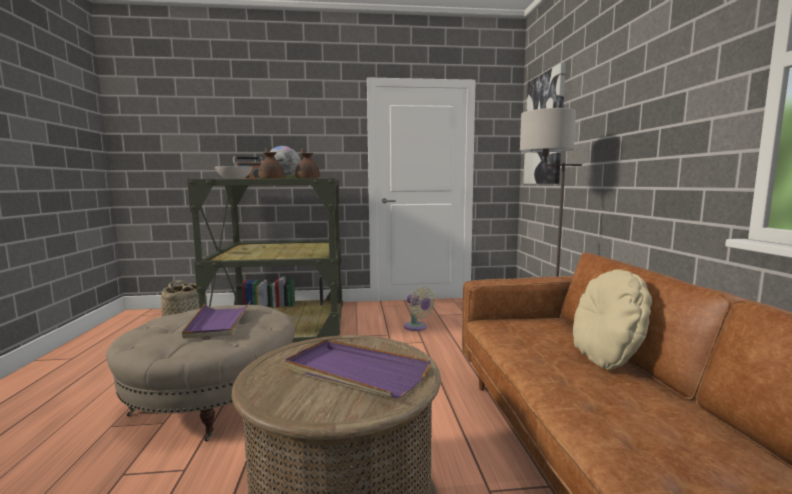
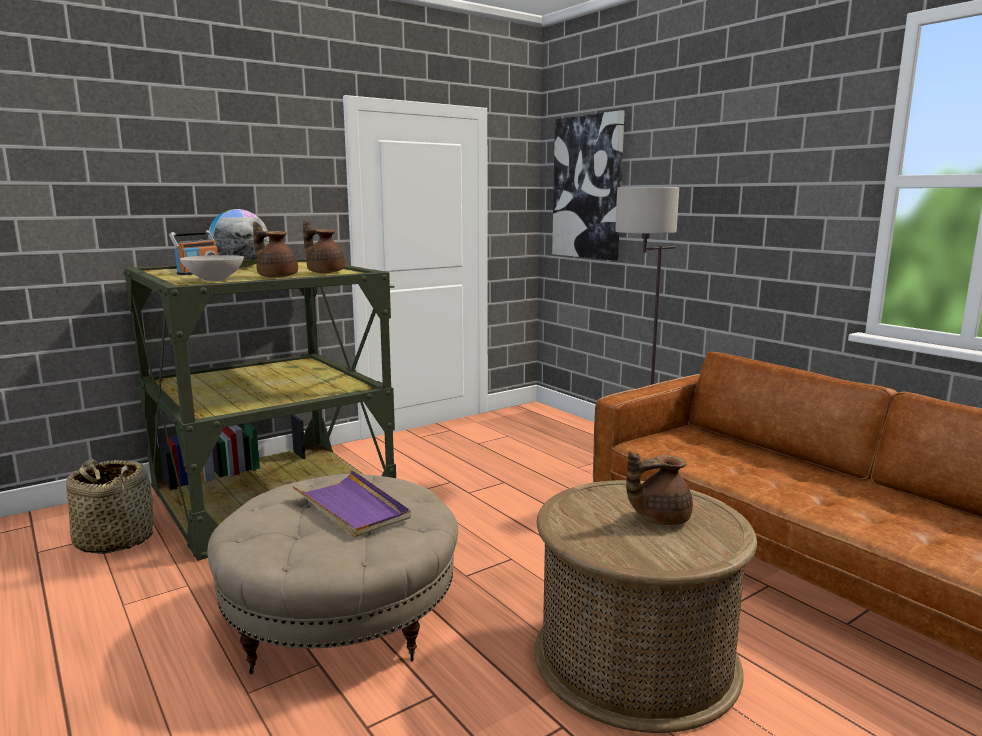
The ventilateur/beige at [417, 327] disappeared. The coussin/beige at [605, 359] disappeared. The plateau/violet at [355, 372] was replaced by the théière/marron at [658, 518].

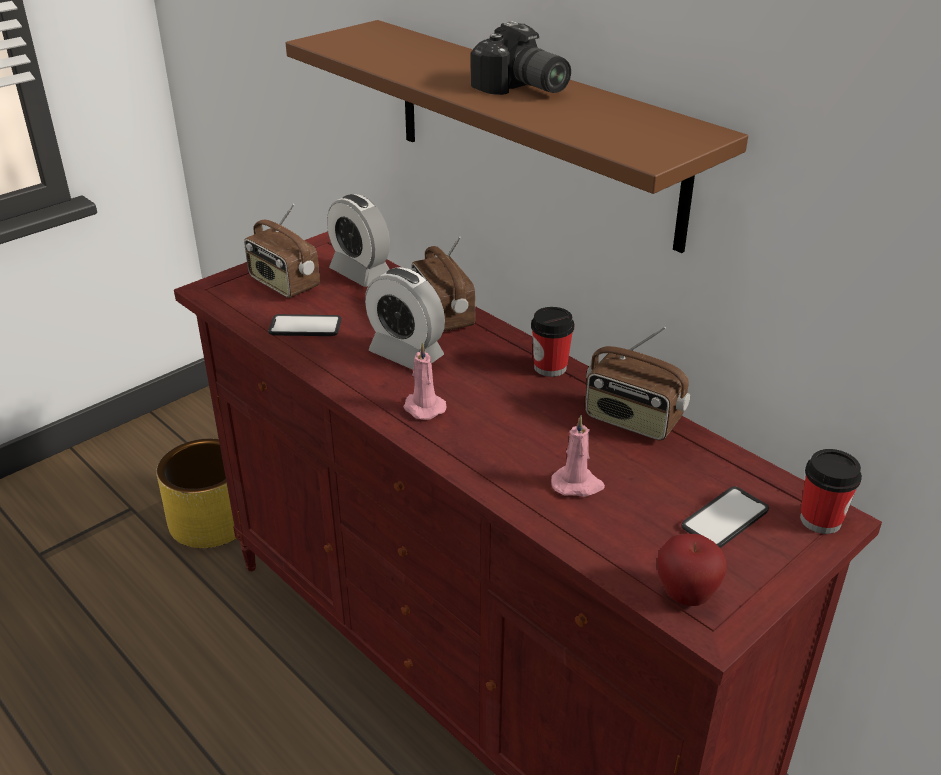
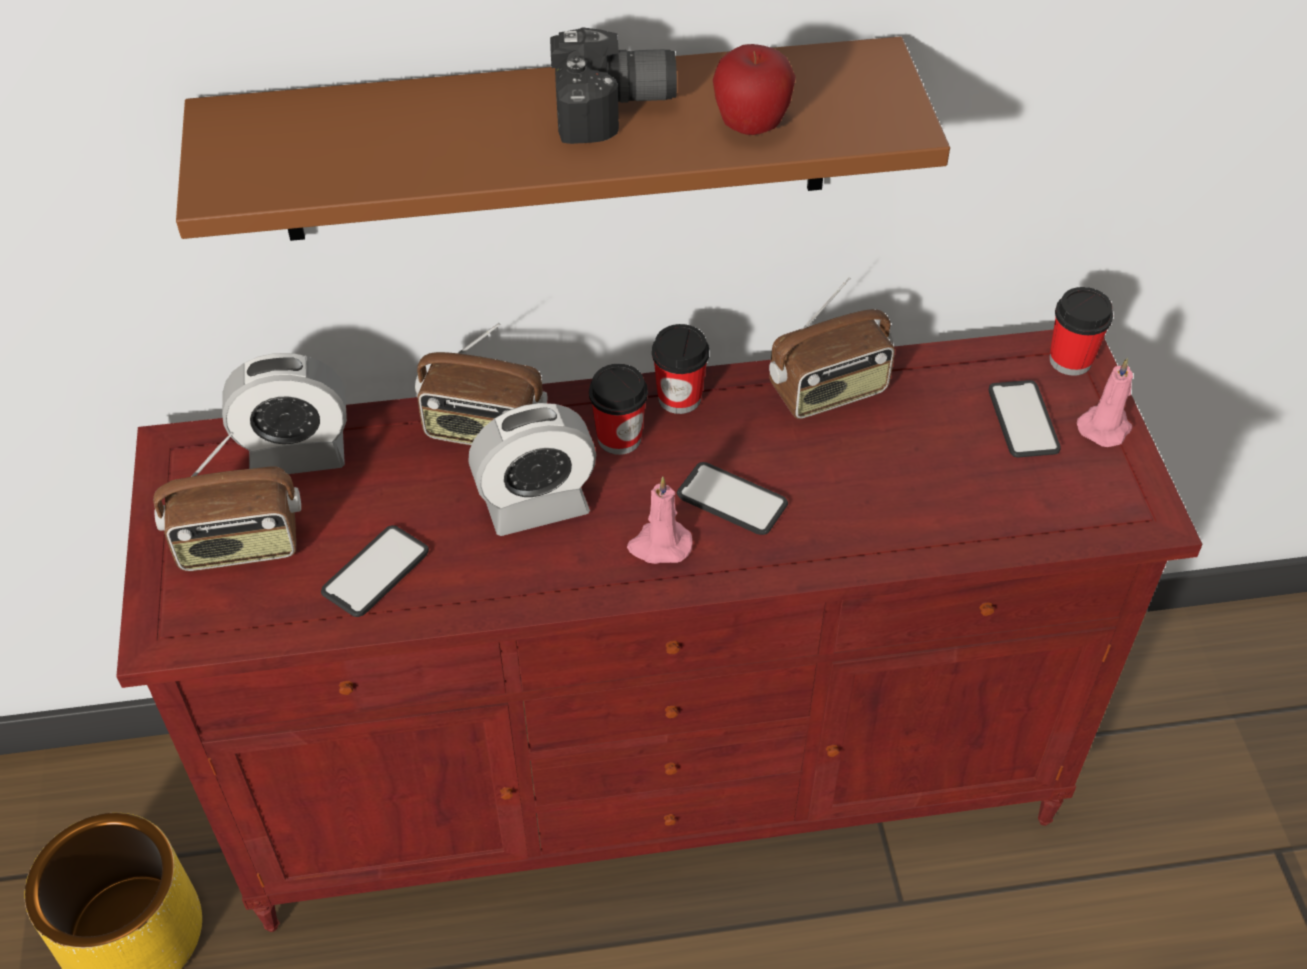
The tasse at [619, 438] appeared. The téléphone at [732, 500] appeared. The bougie/rose moved from [577, 484] to [1105, 426]. The pomme moved from [686, 596] to [751, 127].

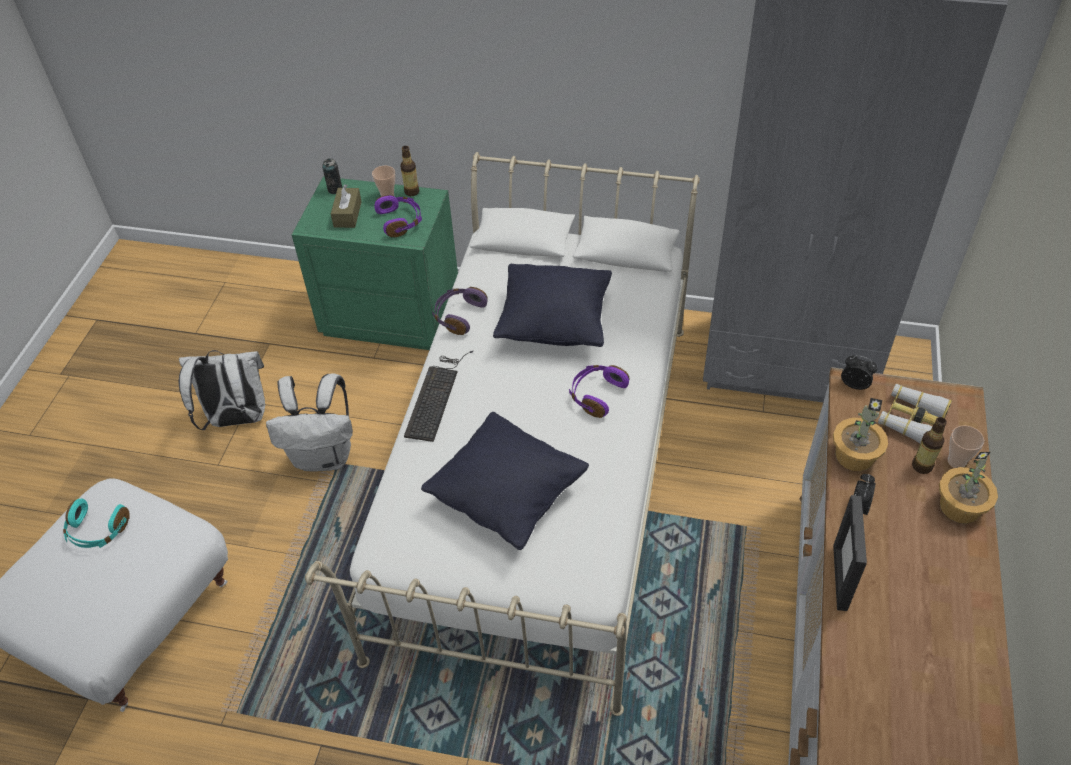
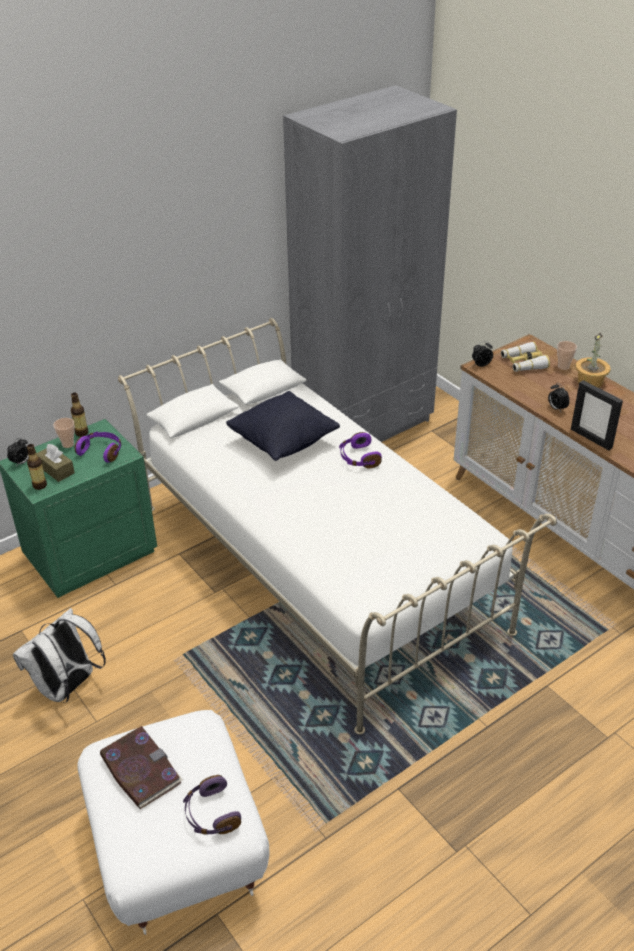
The sac à dos/blanc at [324, 456] disappeared. The clavier at [436, 395] disappeared. The coussin/noir at [507, 497] disappeared. The plante en pot at [854, 455] disappeared. The casque audio/violet moved from [458, 316] to [211, 814]. The bouteille moved from [922, 466] to [40, 485]. The casque audio/turquoise at [97, 531] was replaced by the livre at [140, 769]. The boîte métallique at [335, 189] was replaced by the réveil at [21, 462].

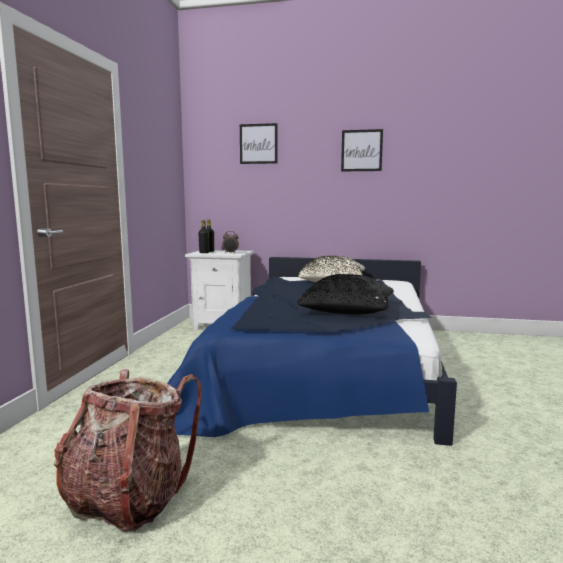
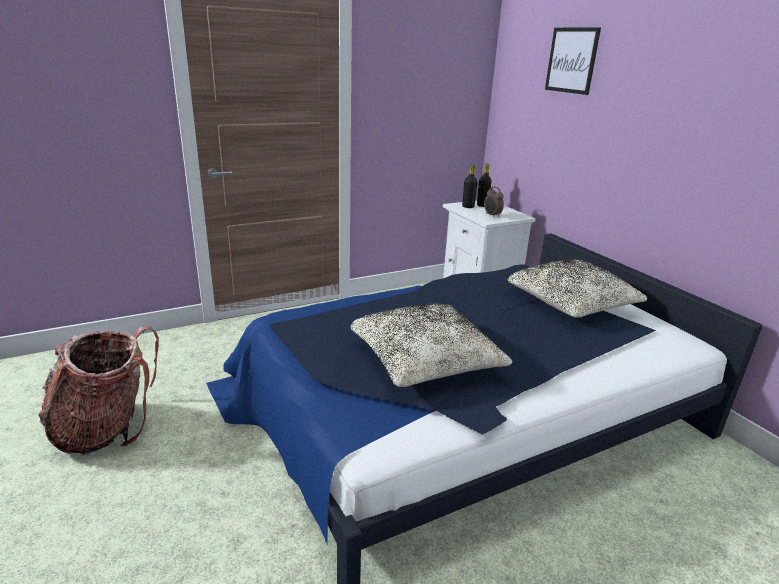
The tableau at [361, 150] disappeared. The coussin/noir at [347, 309] became the coussin/beige at [425, 359].

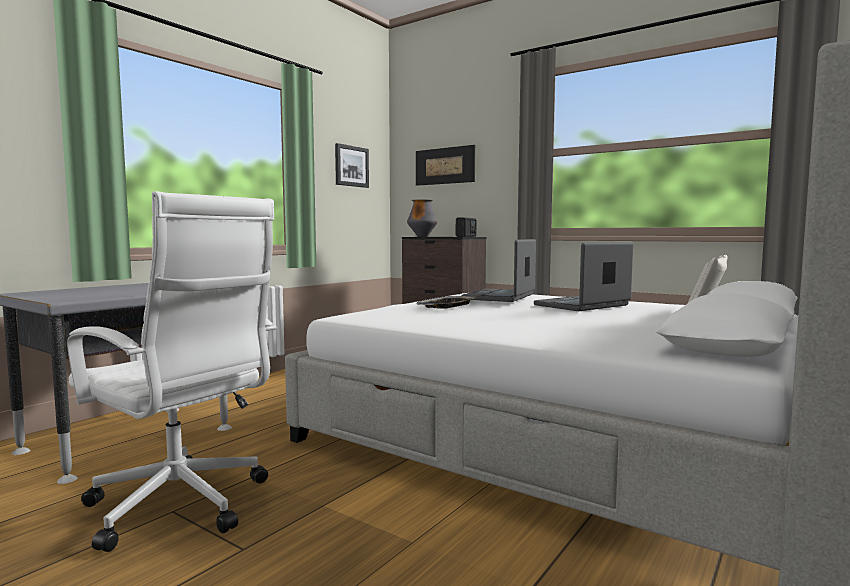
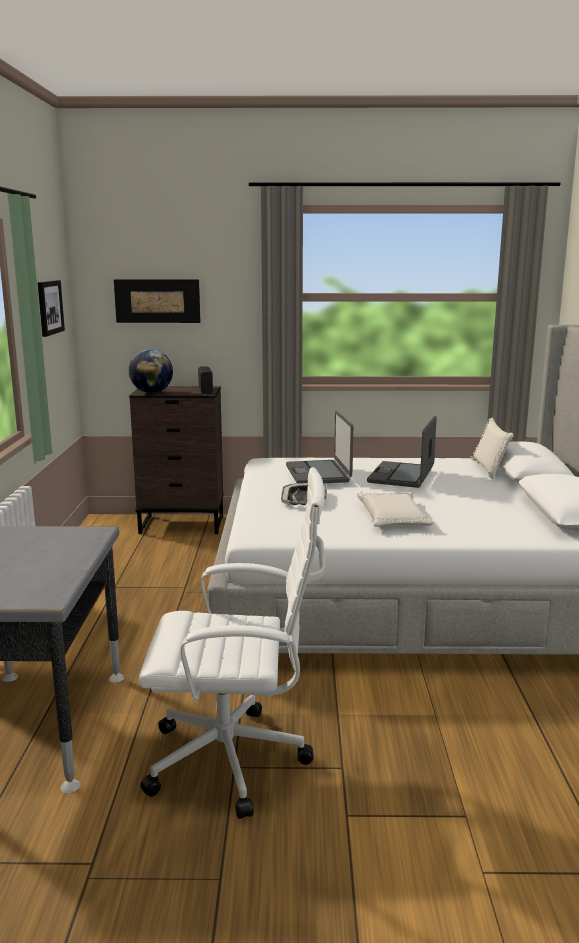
The coussin/blanc at [393, 516] appeared. The vase at [422, 236] was replaced by the globe at [151, 392].

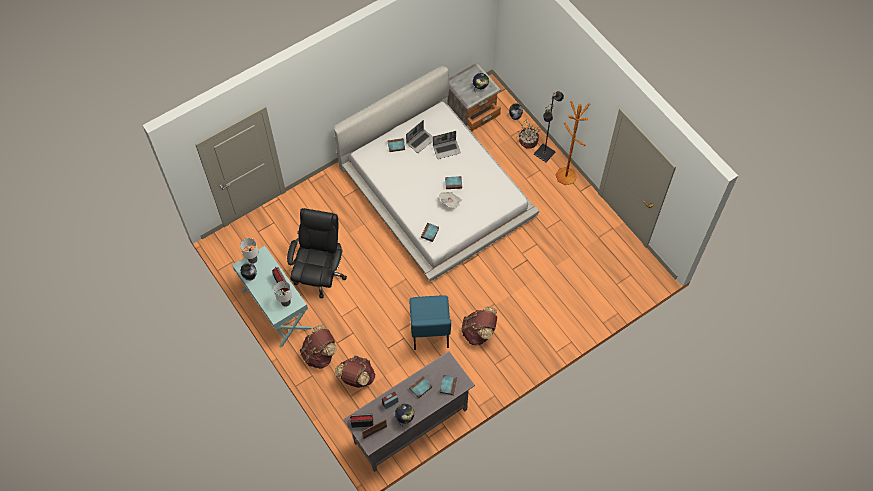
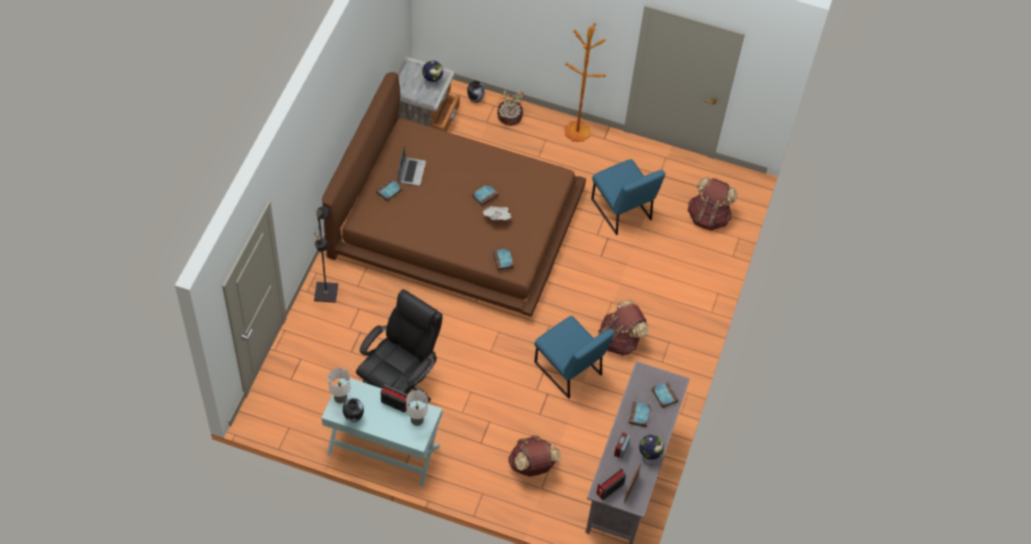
The ordinateur portable at [447, 149] disappeared. The chaise/bleu at [622, 211] appeared. The sac à dos/marron moved from [319, 354] to [708, 217]. The lampadaire/noir moved from [544, 153] to [326, 292]. The lit/blanc at [436, 192] became the lit/marron at [456, 223]. The chaise de bureau/noir at [320, 274] turned 60 degrees clockwise.

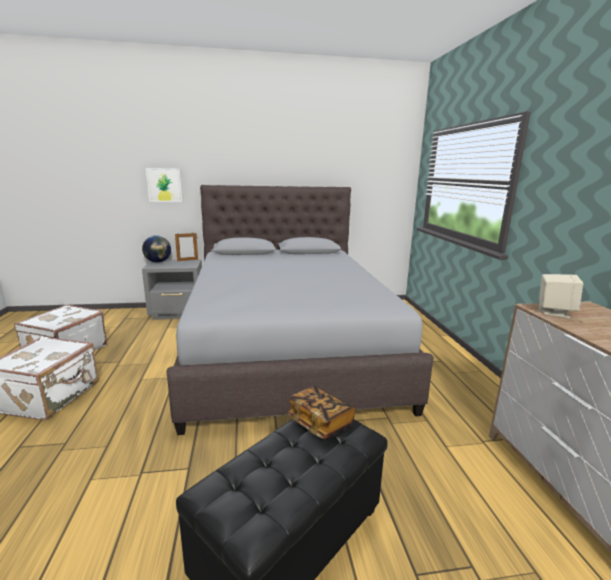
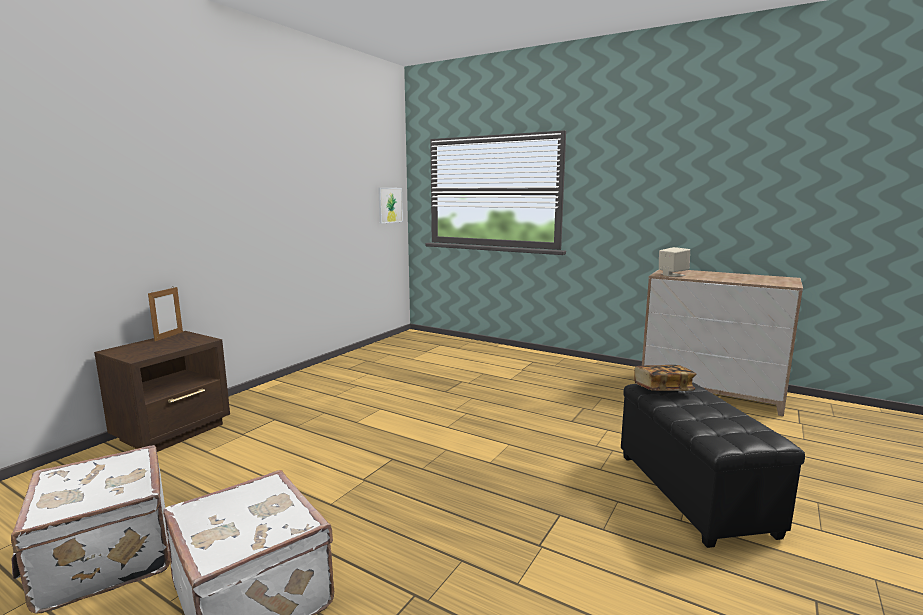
The globe at [158, 262] disappeared. The lit/gris at [287, 346] disappeared. The tableau moved from [164, 185] to [390, 205]. The table de chevet/gris at [178, 313] became the table de chevet/marron at [174, 432].

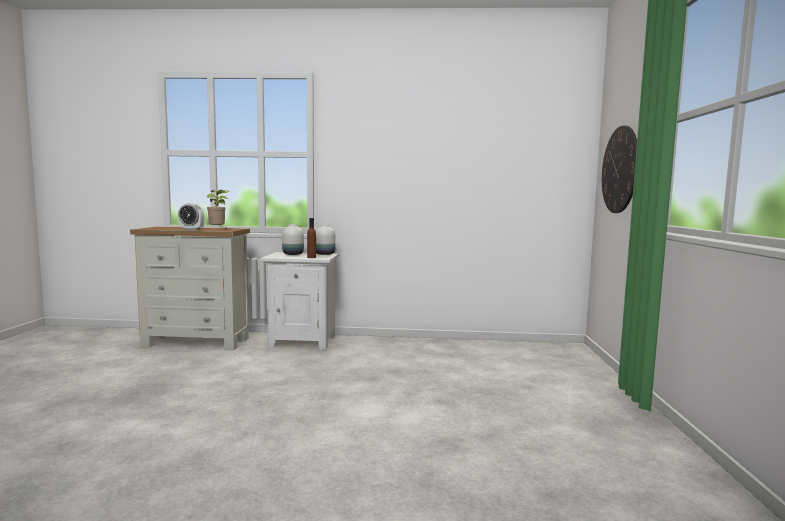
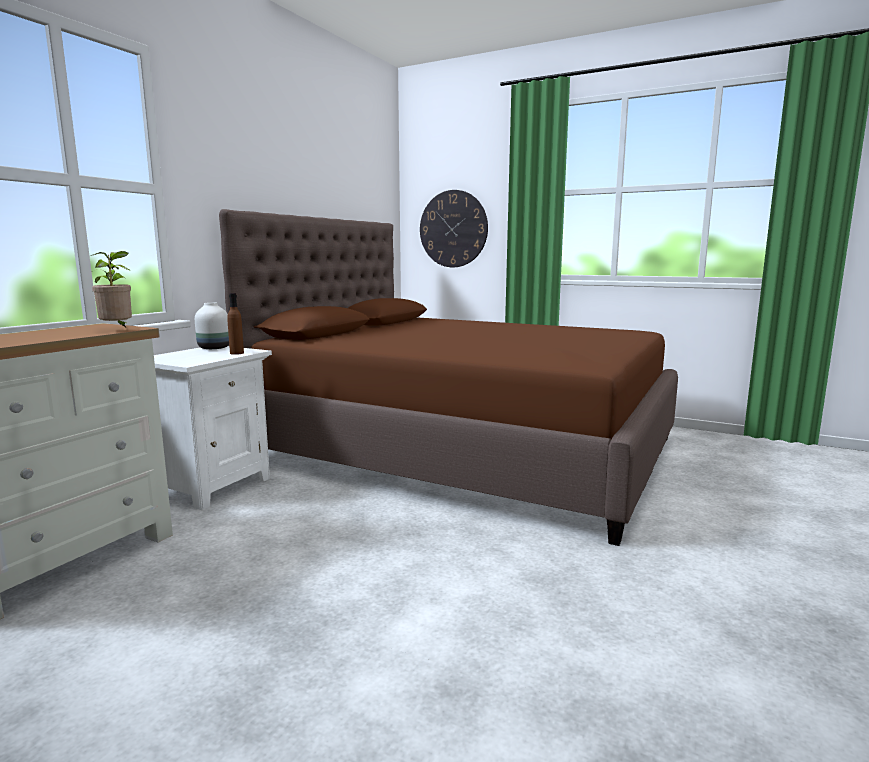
The réveil at [191, 230] disappeared. The vase/blanc at [293, 254] disappeared. The lit/marron at [465, 448] appeared.

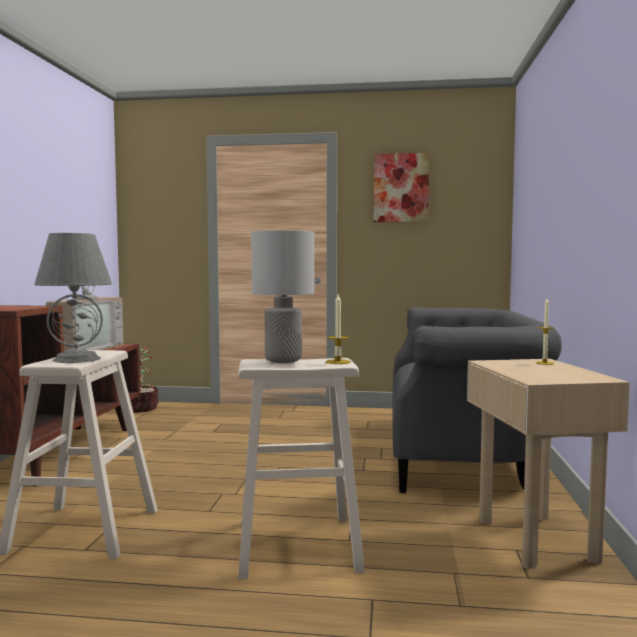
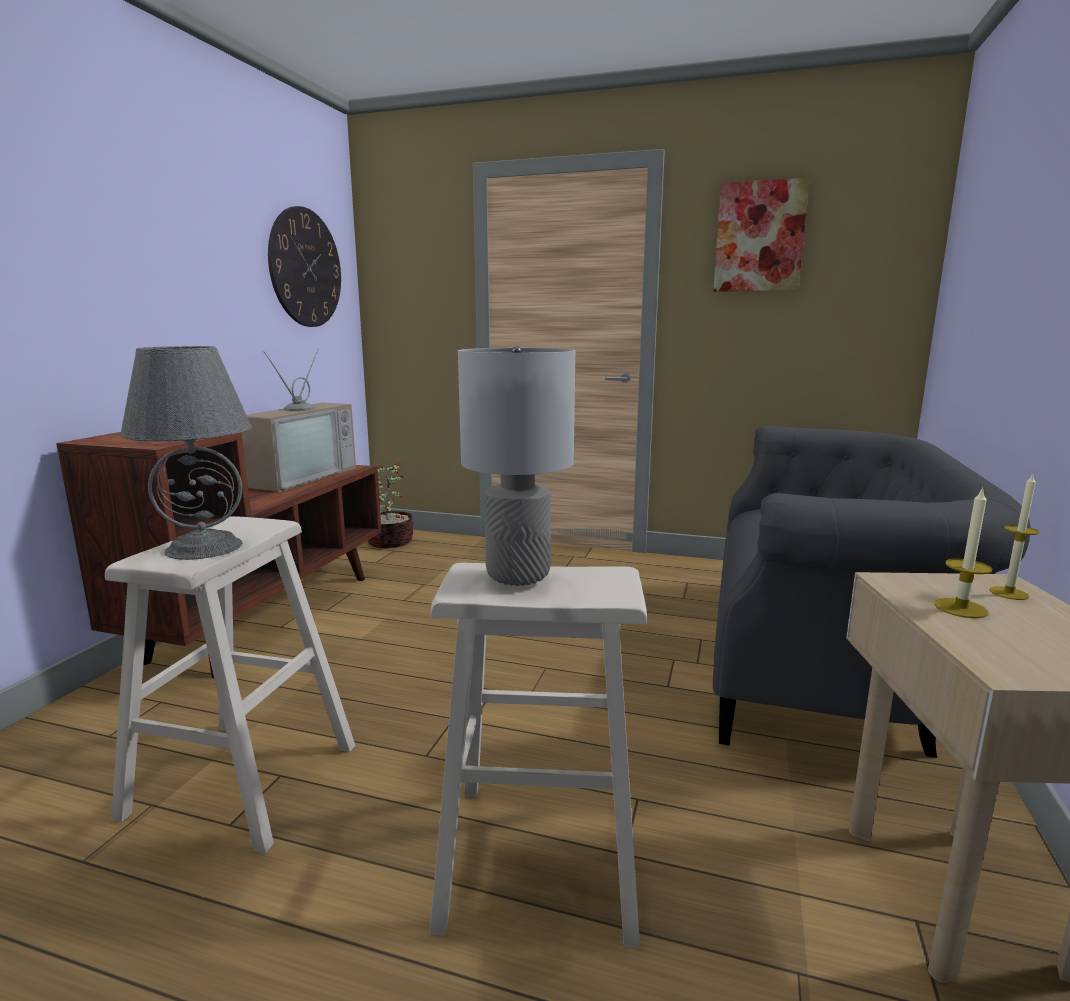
The horloge murale at [305, 268] appeared. The bougie moved from [338, 362] to [960, 608].

